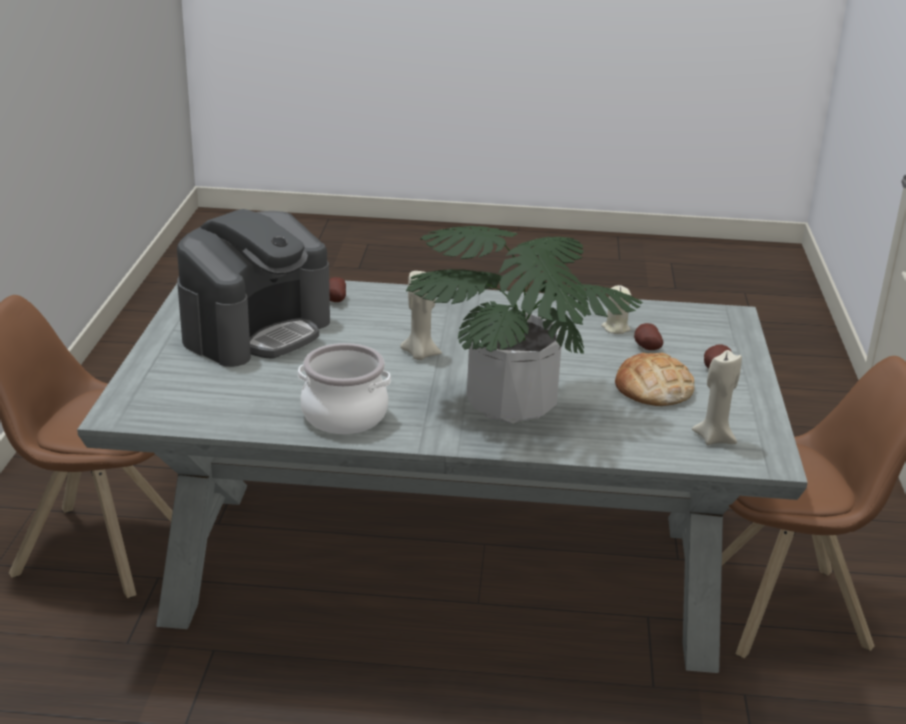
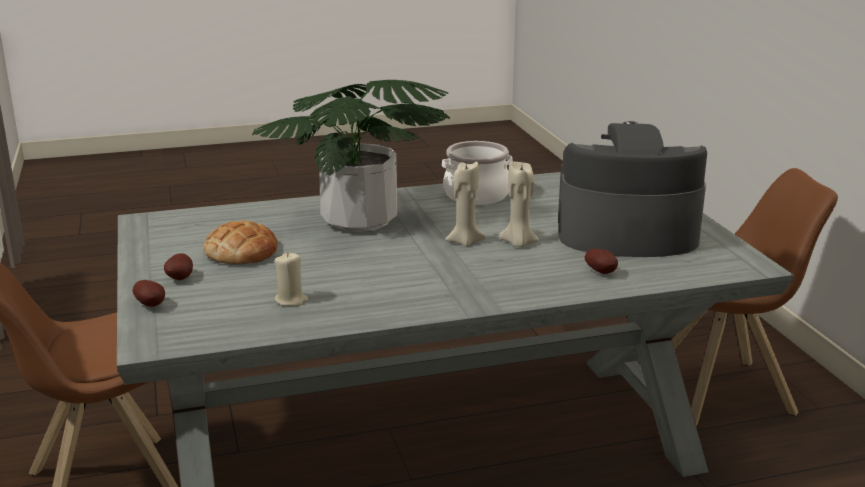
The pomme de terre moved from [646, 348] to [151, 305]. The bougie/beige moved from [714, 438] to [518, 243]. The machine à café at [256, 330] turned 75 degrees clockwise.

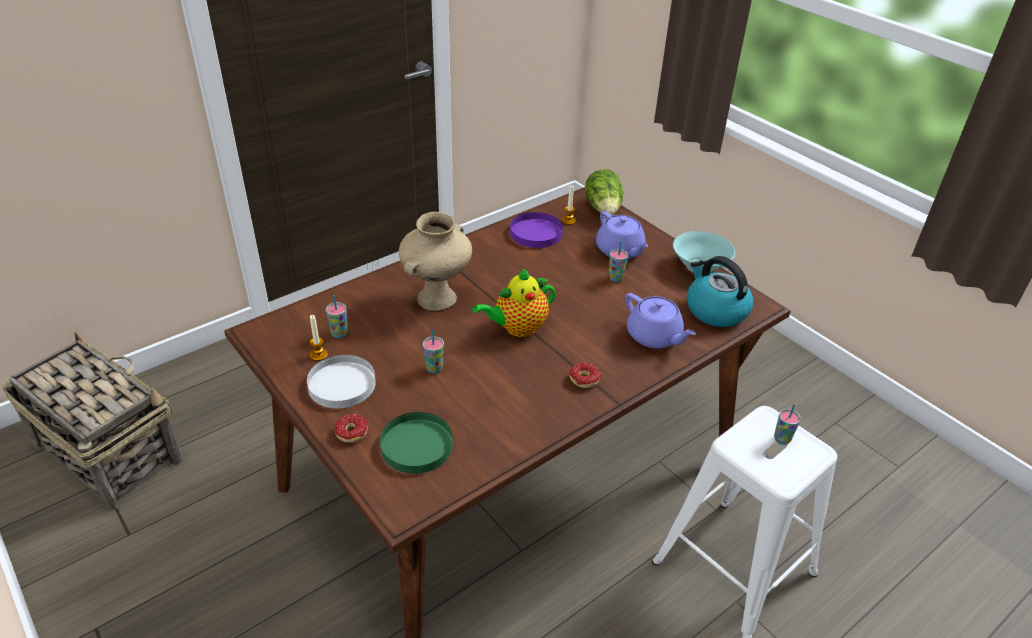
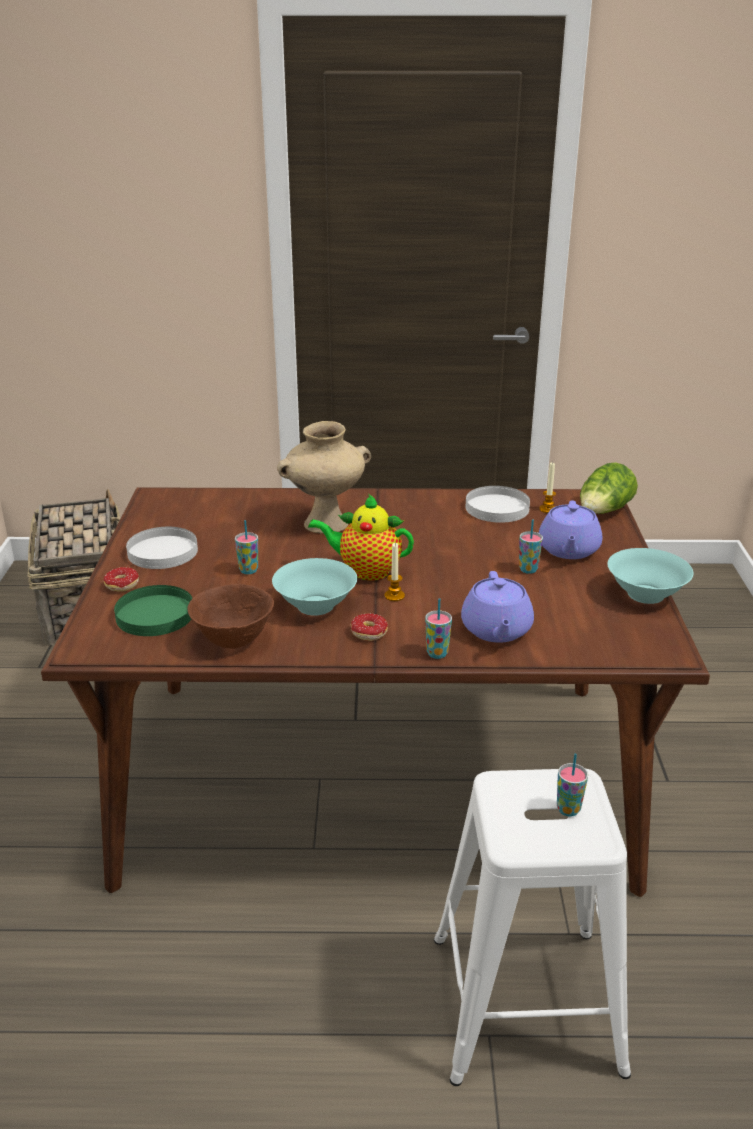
The bouilloire at [715, 310] disappeared. The bol/marron at [233, 640] appeared. The bol/turquoise at [316, 605] appeared. The bougie moved from [318, 355] to [394, 596]. The tasse moved from [339, 333] to [437, 653]. The assiette/violet at [535, 233] became the assiette/blanc at [496, 508].

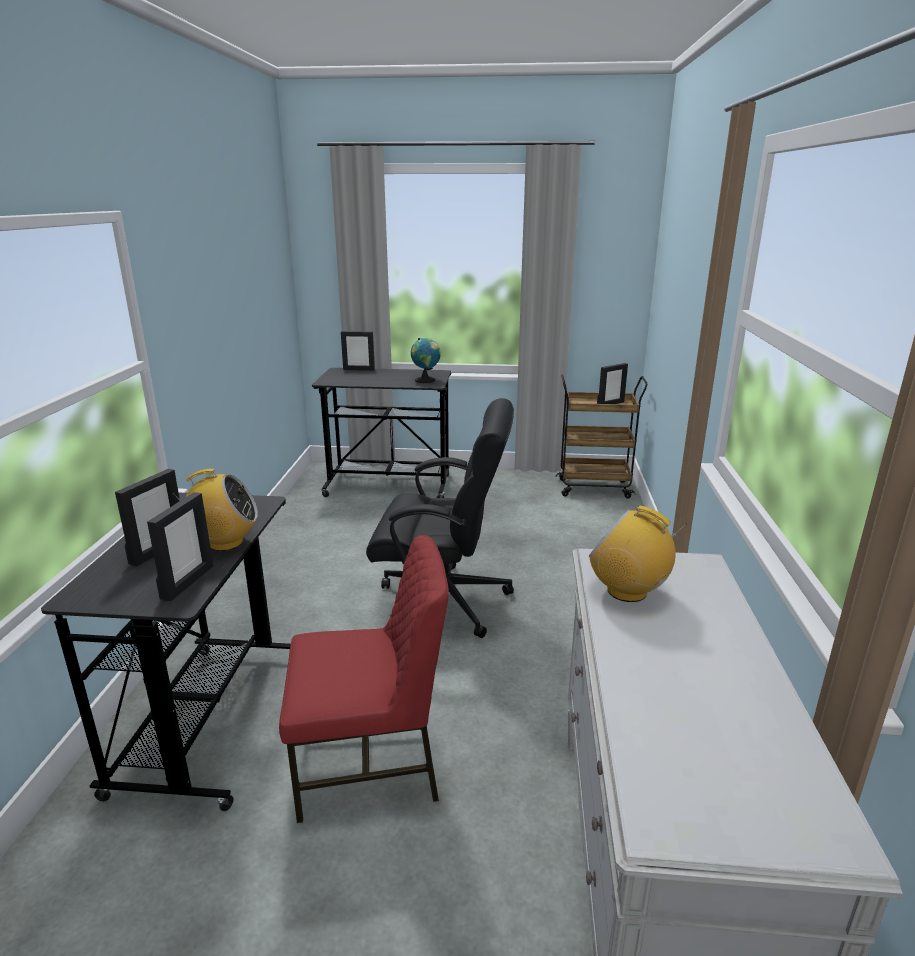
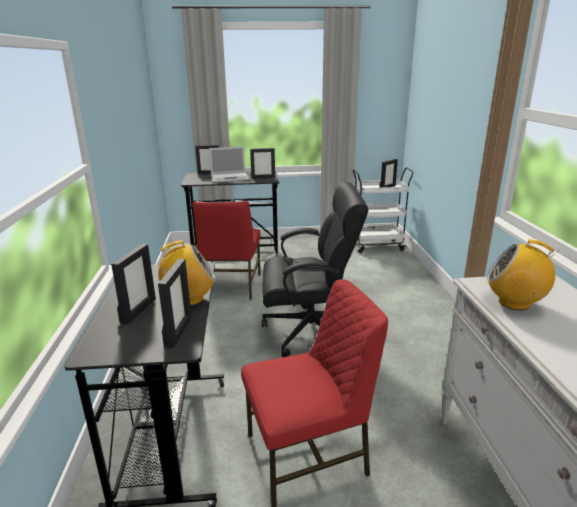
The chaise/rouge at [231, 286] appeared. The ordinateur portable at [230, 178] appeared. The globe at [426, 380] was replaced by the cadre photo at [263, 177]. The chariot/marron at [594, 488] became the chariot/blanc at [377, 246].

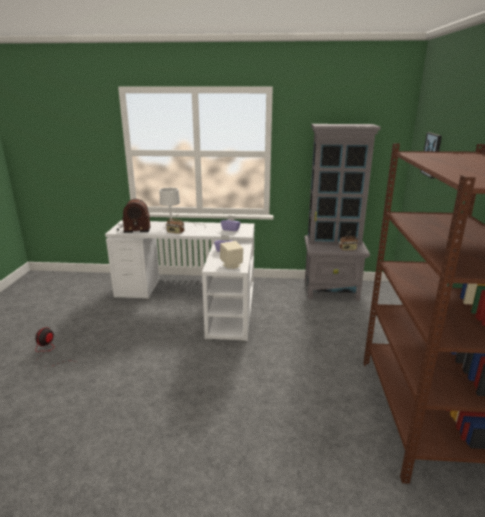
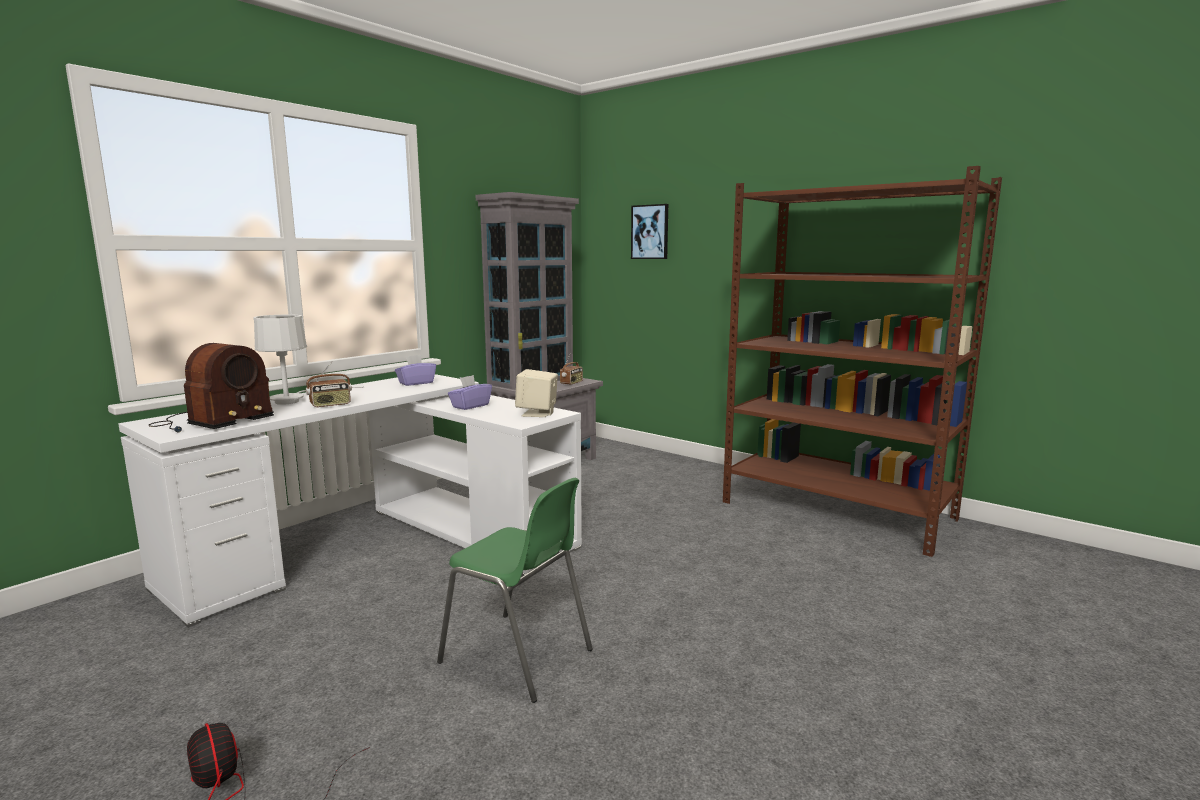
The chaise/vert at [518, 656] appeared.

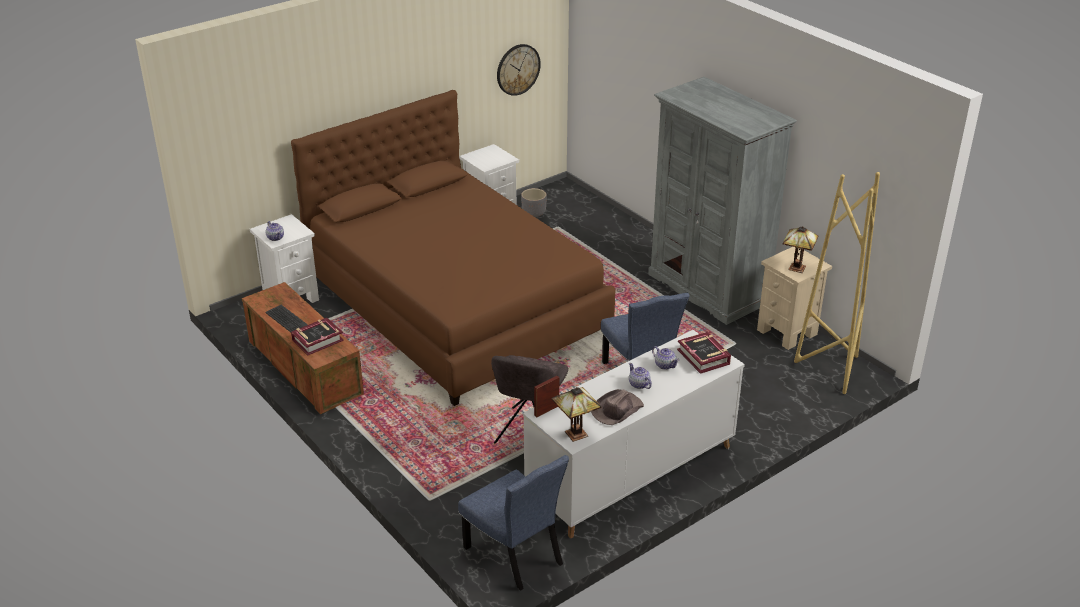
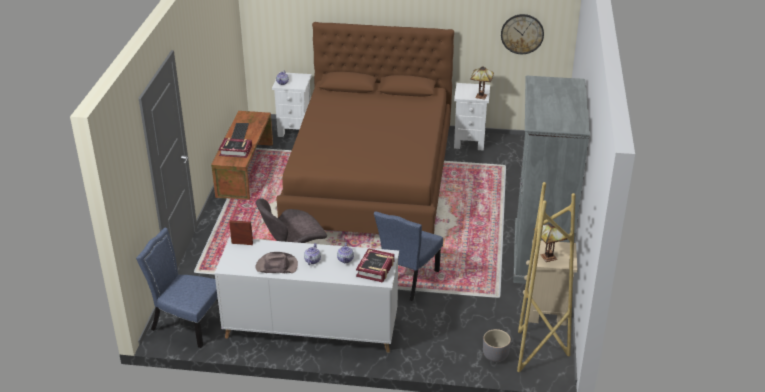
The cache-pot/gris moved from [533, 213] to [495, 356]. The lampe de table moved from [575, 435] to [480, 96]. The chaise/bleu at [514, 553] turned 105 degrees clockwise.

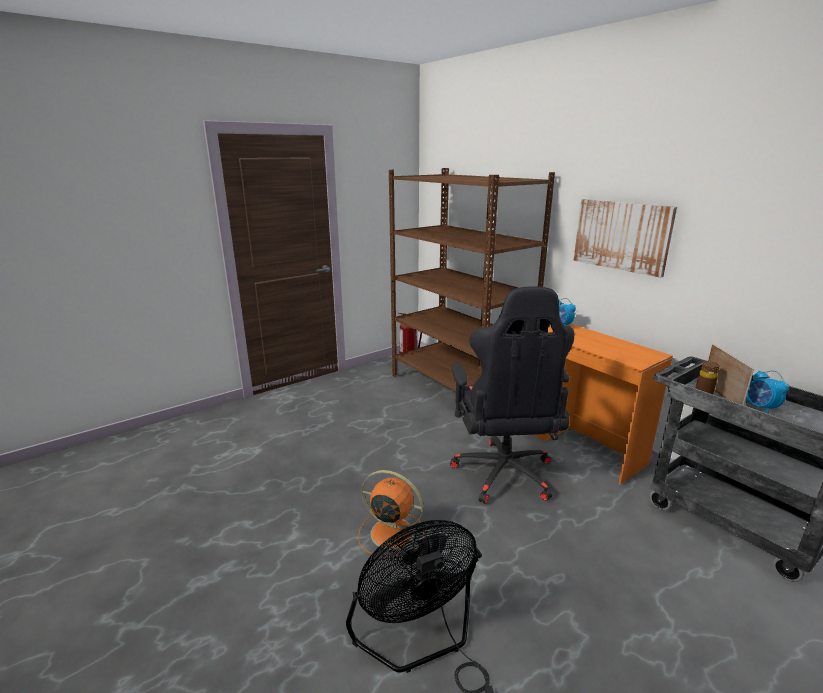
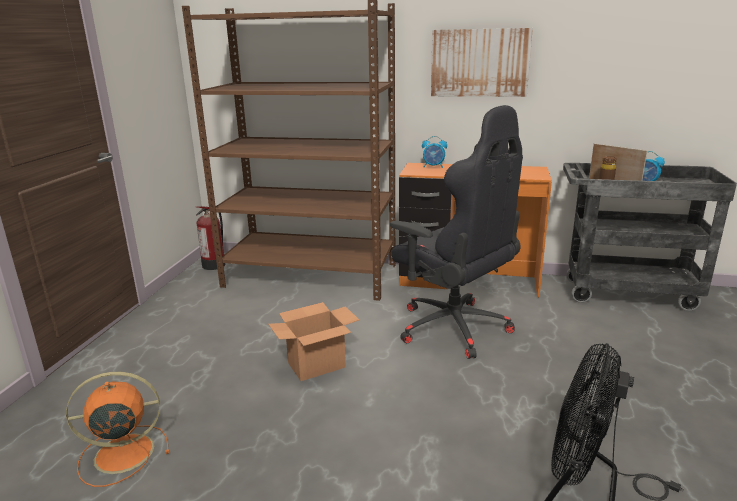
The carton at [317, 365] appeared. The ventilateur/orange moved from [390, 532] to [121, 454].

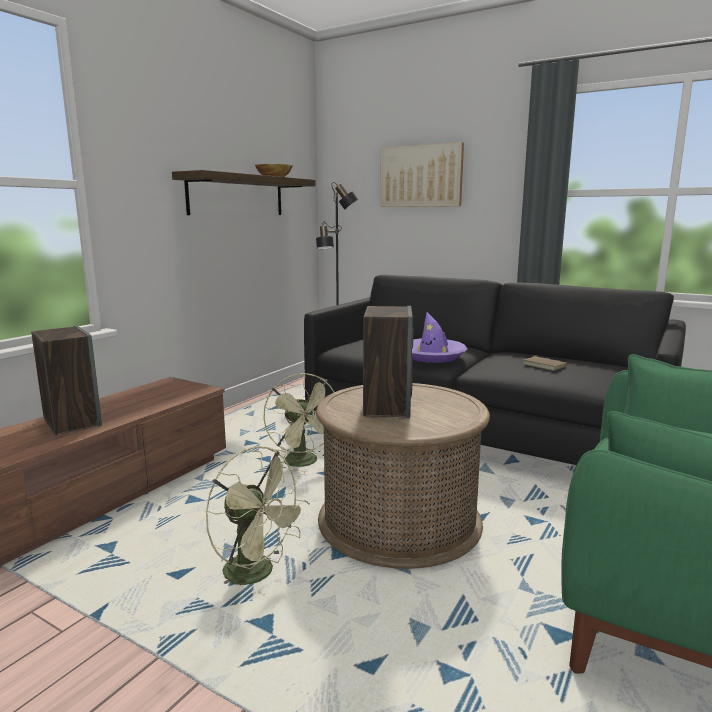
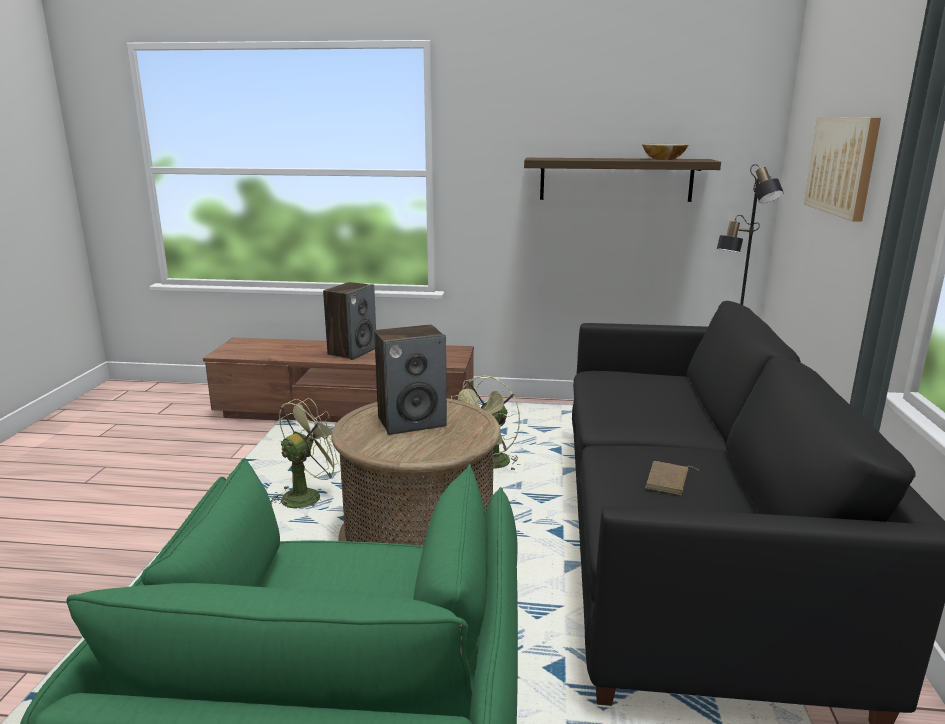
The chapeau/violet at [432, 356] disappeared. The ventilateur/vert at [258, 574] turned 150 degrees counterclockwise.

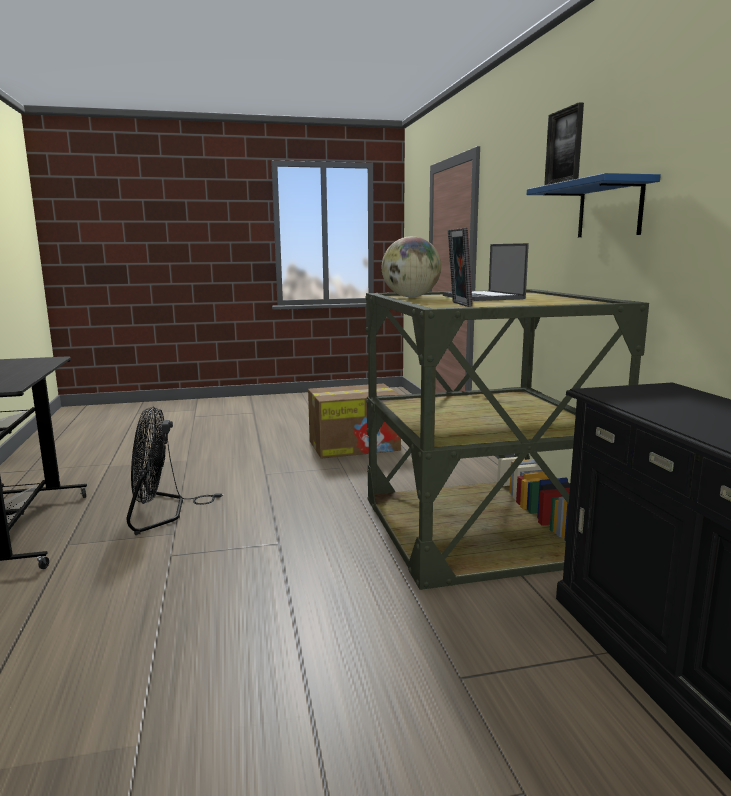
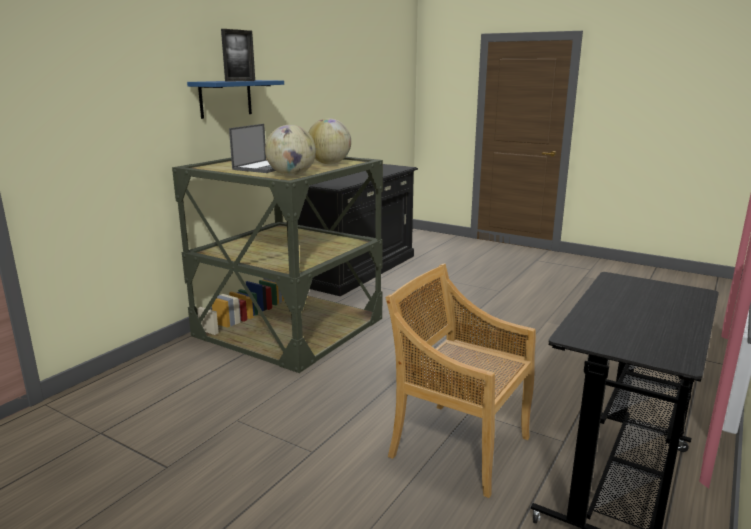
The carton at [355, 445] disappeared. The ventilateur/noir at [165, 509] was replaced by the chaise/beige at [457, 446]. The cadre photo at [458, 304] was replaced by the globe at [329, 163].

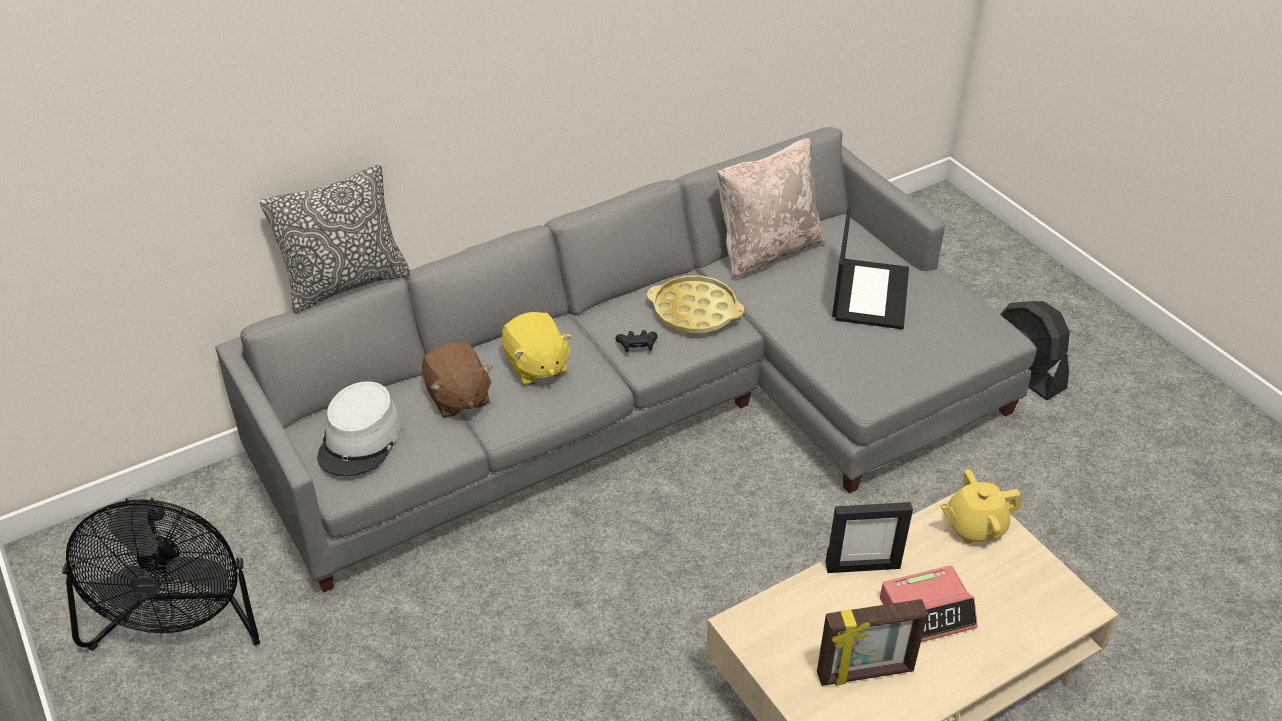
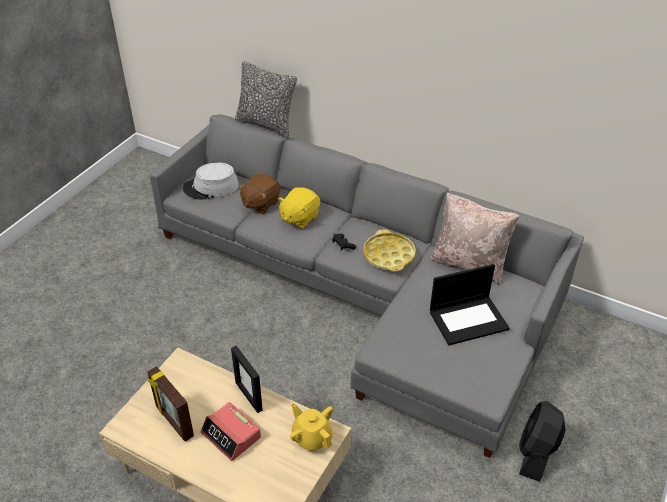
The ventilateur/noir at [176, 617] disappeared.

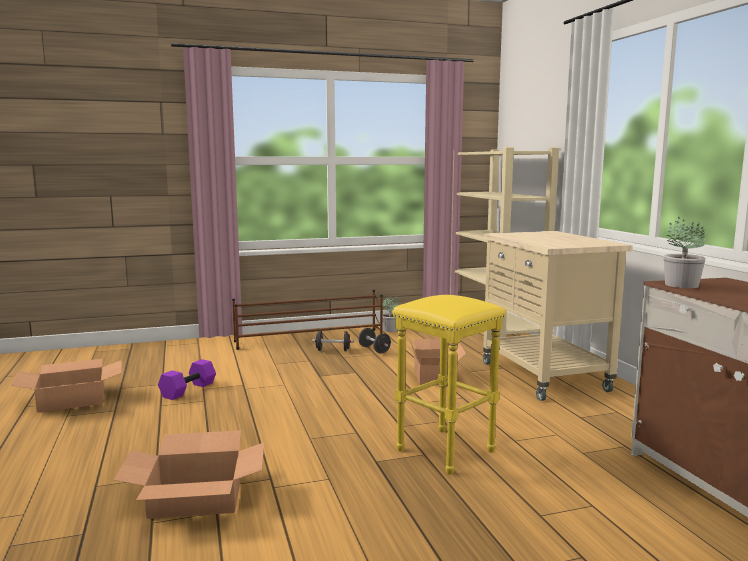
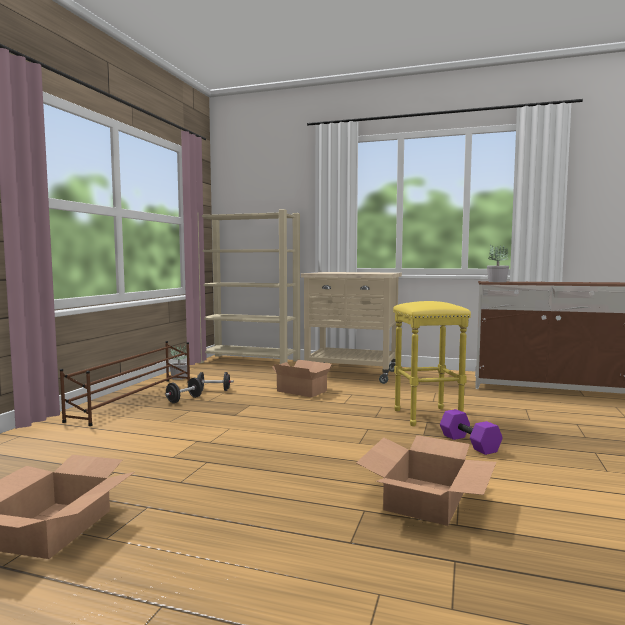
The haltère/violet moved from [188, 390] to [468, 443].

